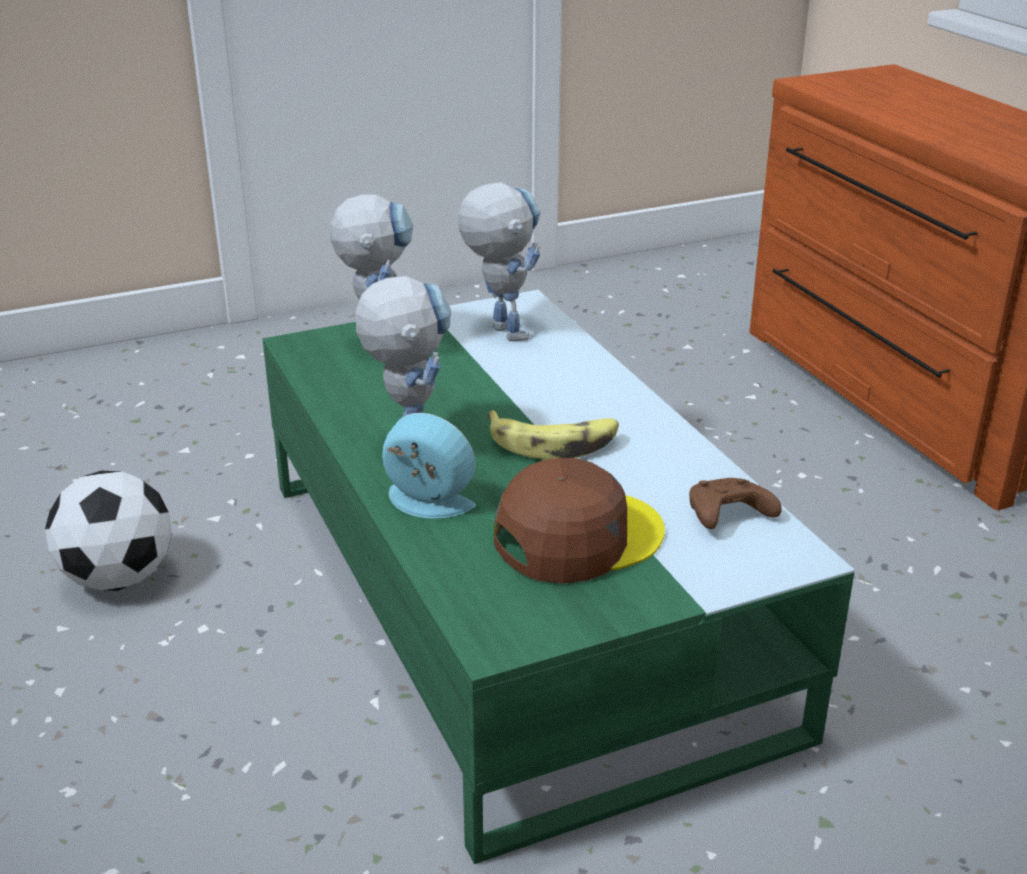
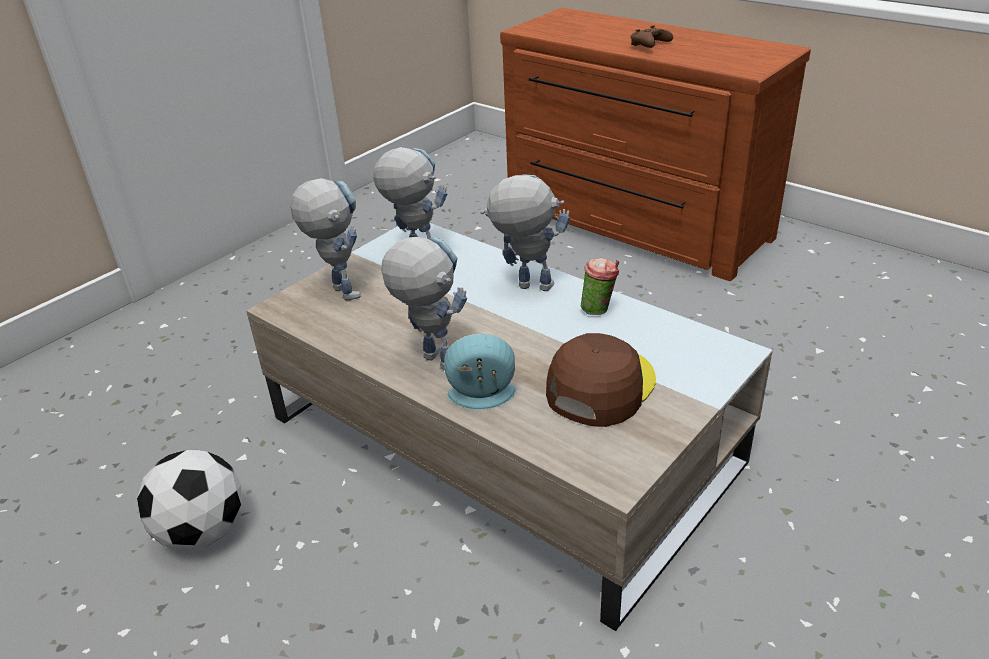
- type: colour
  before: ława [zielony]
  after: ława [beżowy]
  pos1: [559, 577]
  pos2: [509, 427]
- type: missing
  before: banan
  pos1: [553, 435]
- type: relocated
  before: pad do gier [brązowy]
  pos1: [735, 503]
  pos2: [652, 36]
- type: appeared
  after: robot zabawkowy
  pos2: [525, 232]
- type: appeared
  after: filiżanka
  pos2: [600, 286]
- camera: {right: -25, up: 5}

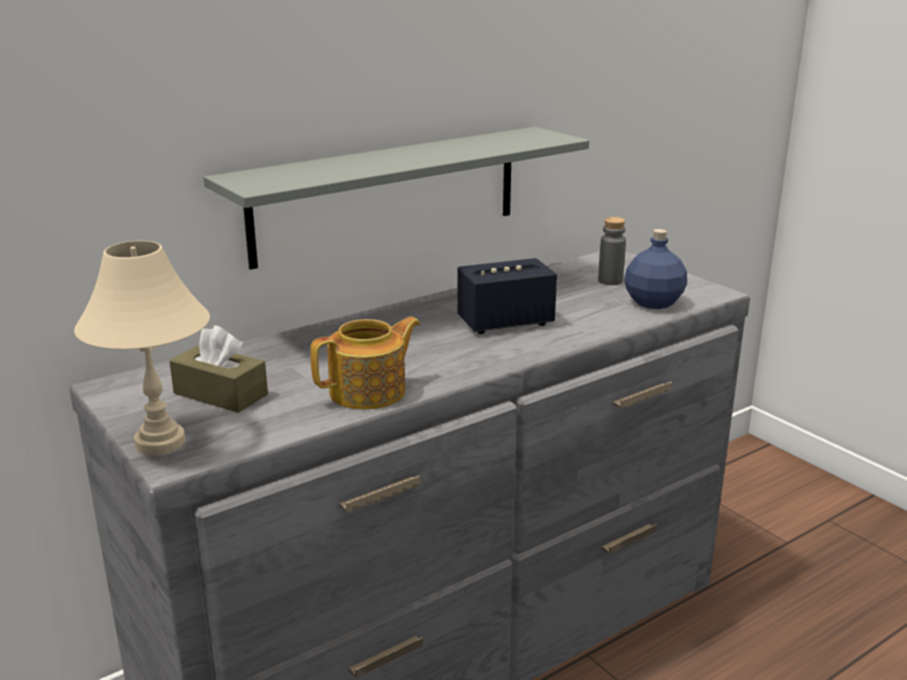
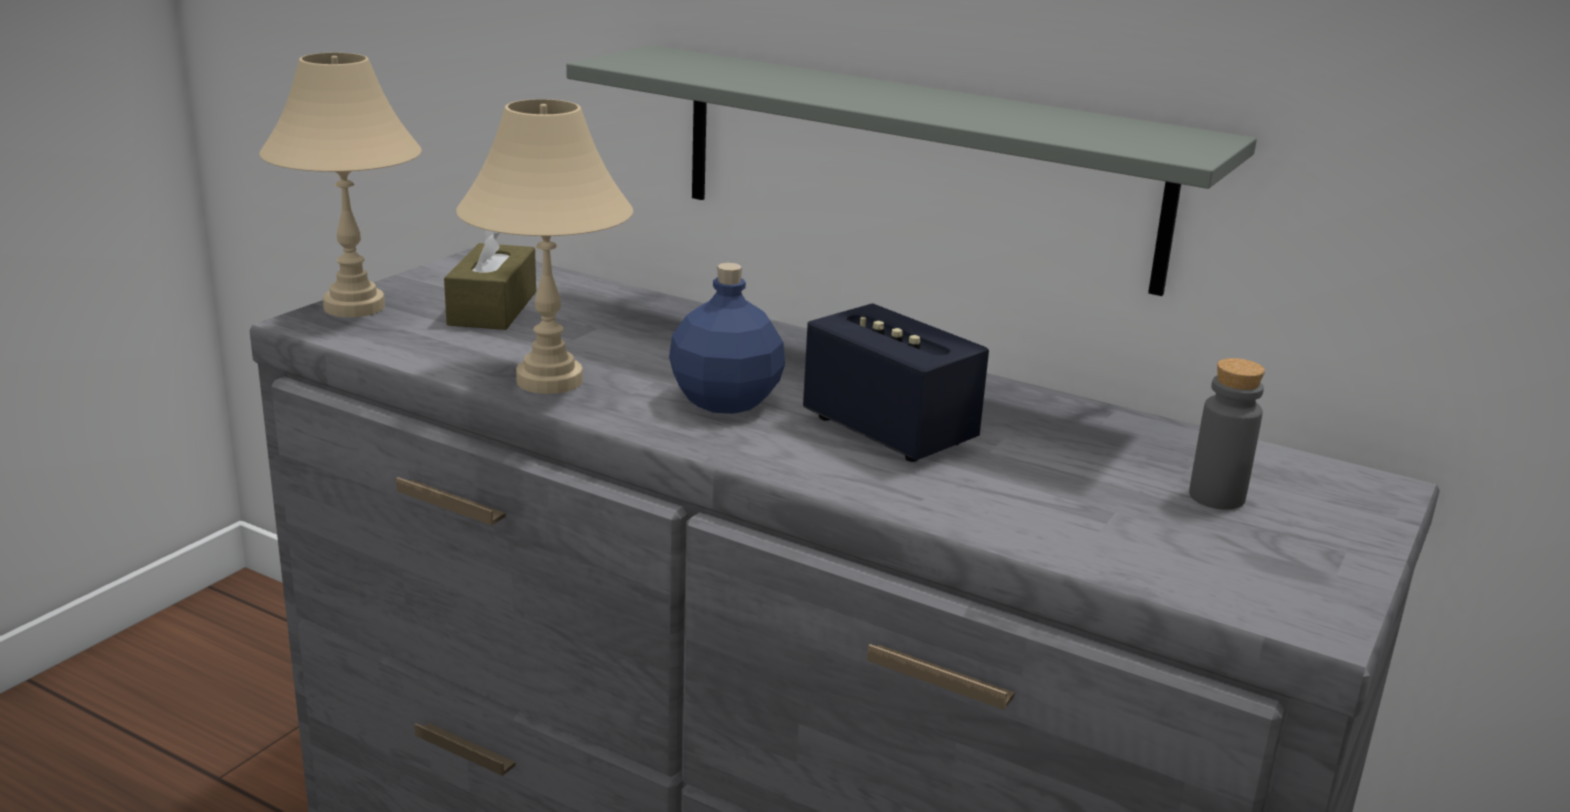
- type: relocated
  before: butelka [niebieski]
  pos1: [655, 269]
  pos2: [727, 338]
- type: exchanged
  before: imbryk
  after: lampa stołowa [beżowy]
  pos1: [365, 363]
  pos2: [544, 246]
- camera: {right: 65, up: 0}

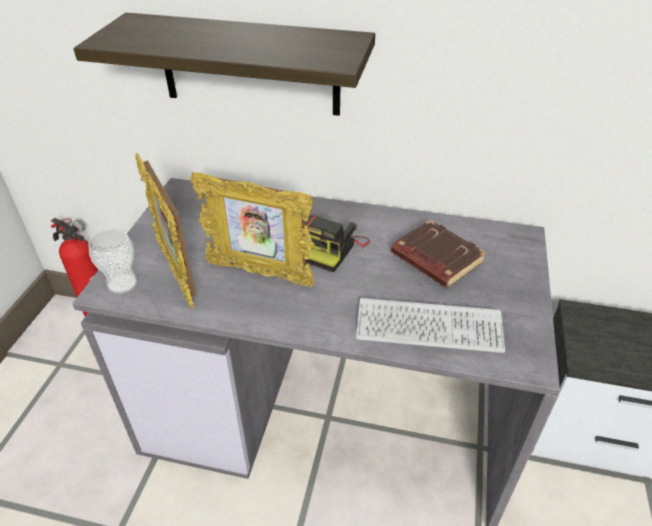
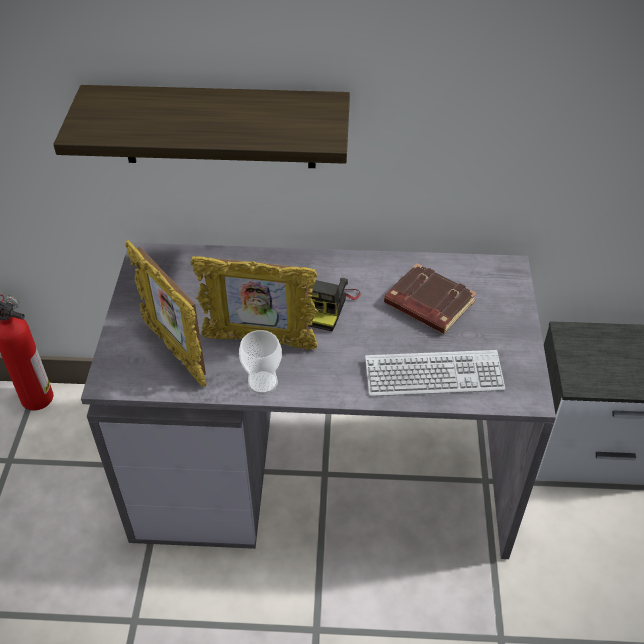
- type: relocated
  before: filiżanka
  pos1: [113, 261]
  pos2: [260, 362]
- camera: {right: -10, up: 5}

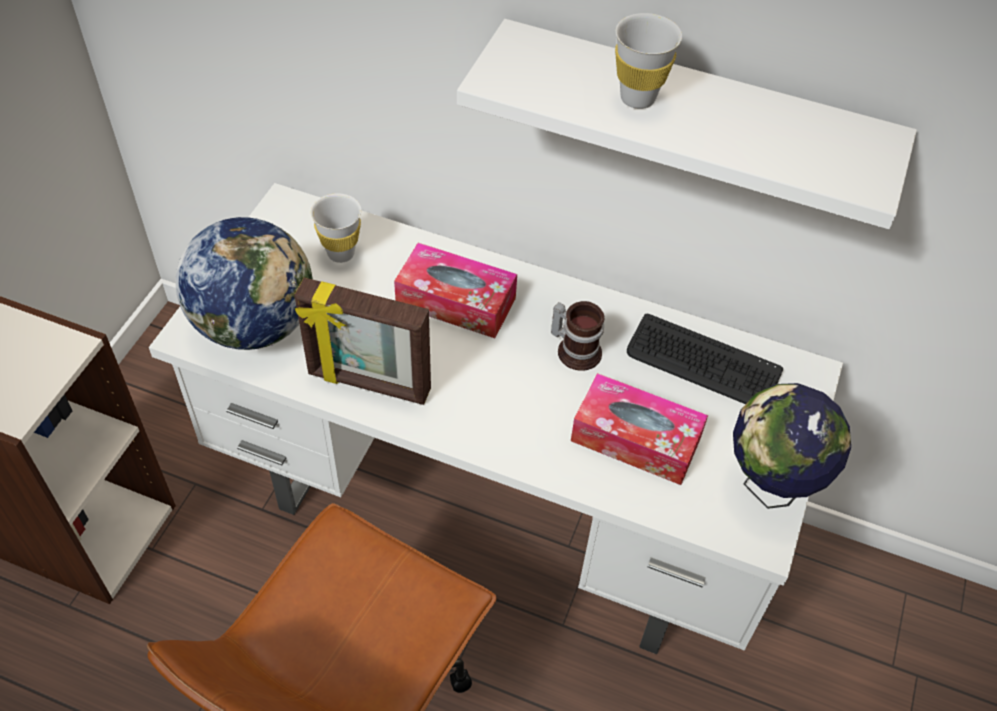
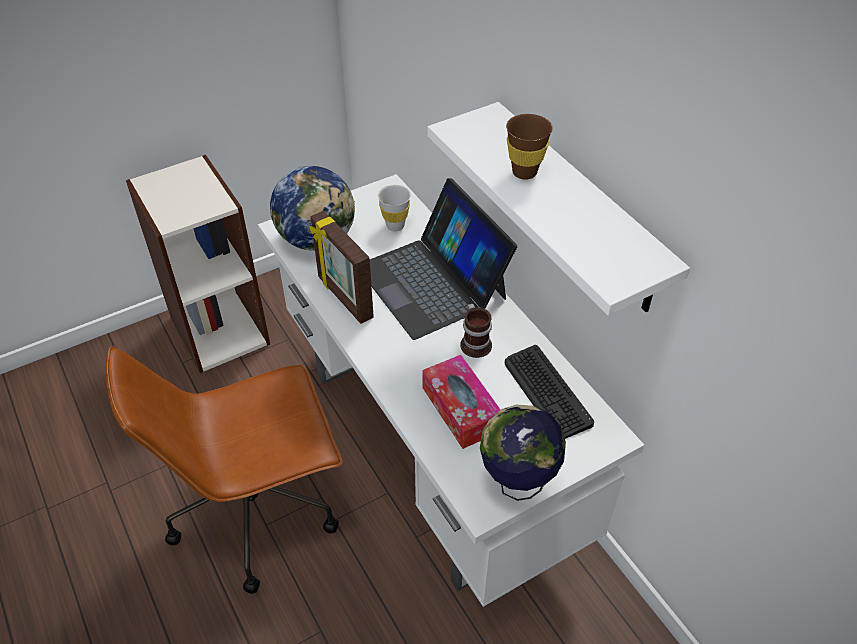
- type: colour
  before: filiżanka [biały]
  after: filiżanka [brązowy]
  pos1: [648, 61]
  pos2: [529, 147]
- type: exchanged
  before: pudełko chusteczek
  after: laptop
  pos1: [455, 290]
  pos2: [443, 259]
- camera: {right: 40, up: -5}

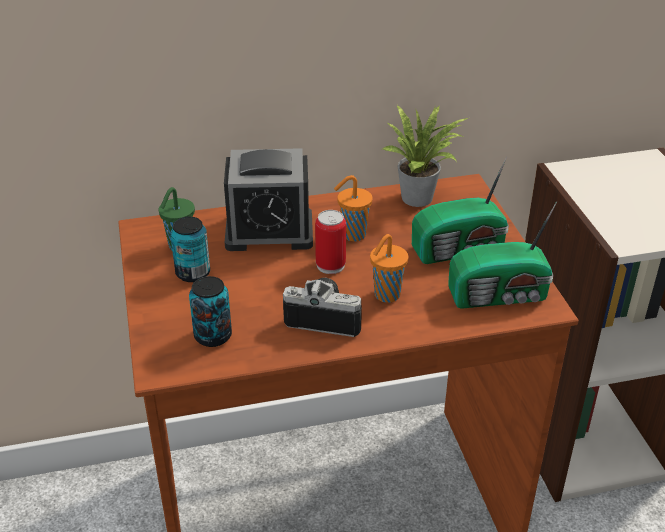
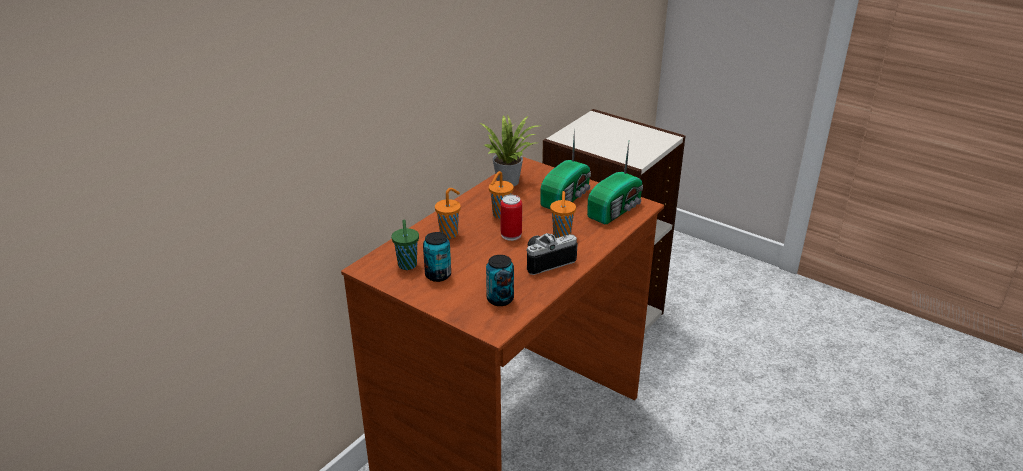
- type: exchanged
  before: budzik
  after: filiżanka [pomarańczowy]
  pos1: [268, 199]
  pos2: [448, 213]
- camera: {right: -40, up: -5}

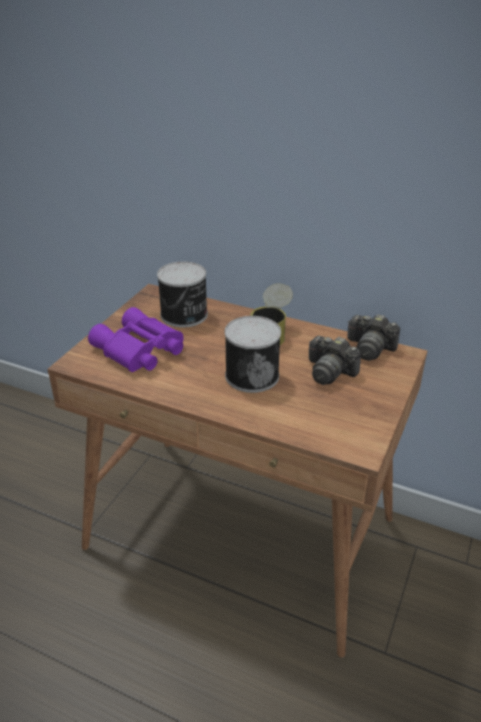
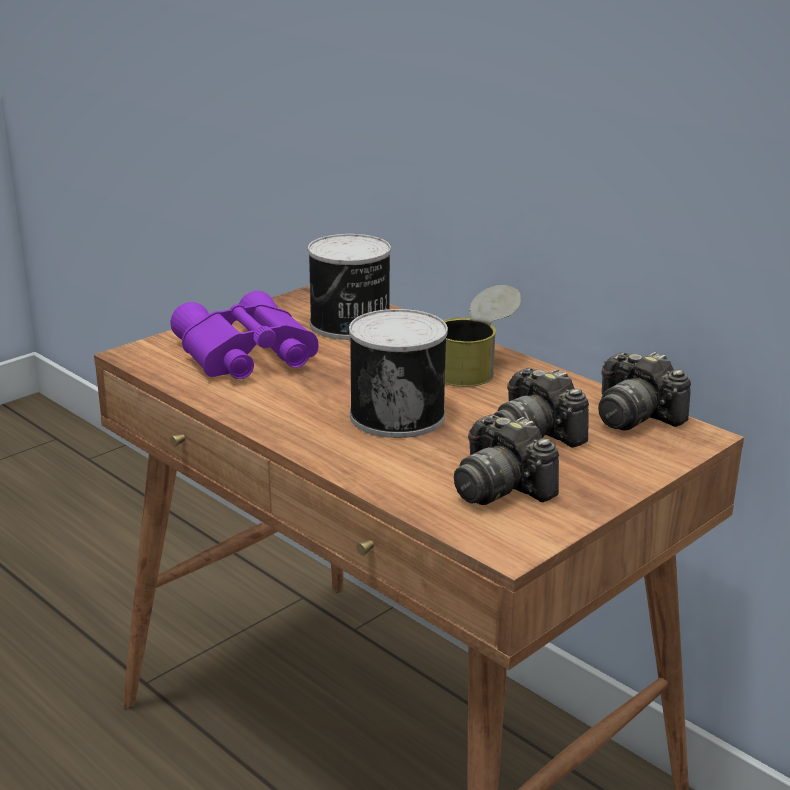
- type: appeared
  after: aparat fotograficzny
  pos2: [506, 459]
- camera: {right: 20, up: -10}

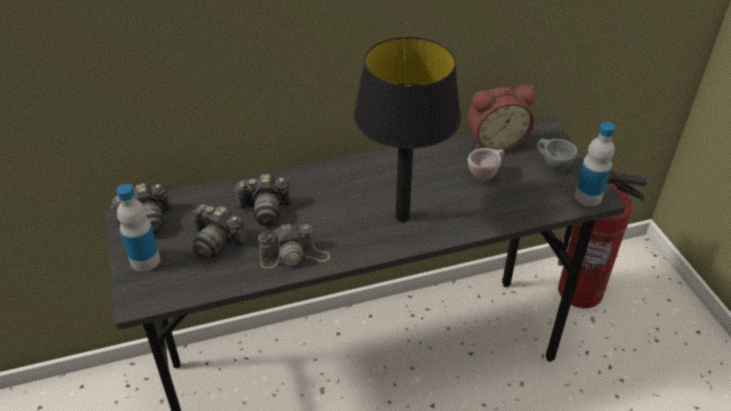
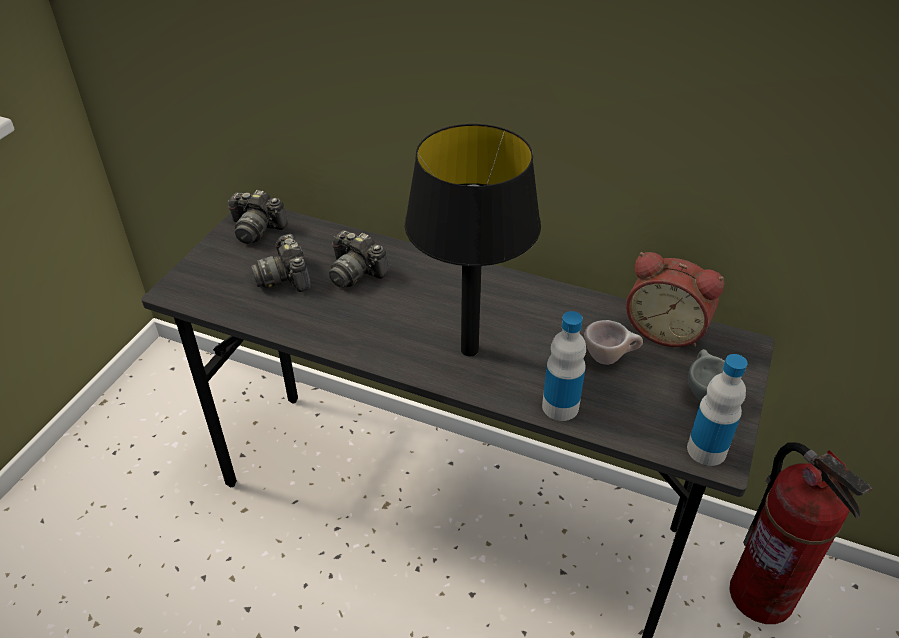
- type: relocated
  before: butelka
  pos1: [138, 228]
  pos2: [564, 366]
- type: missing
  before: aparat fotograficzny
  pos1: [294, 245]
- camera: {right: 40, up: 0}

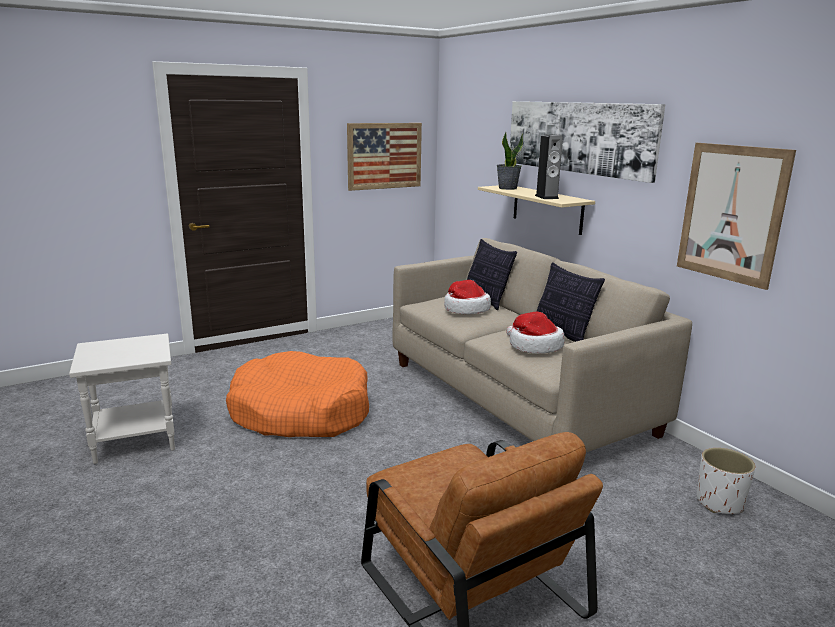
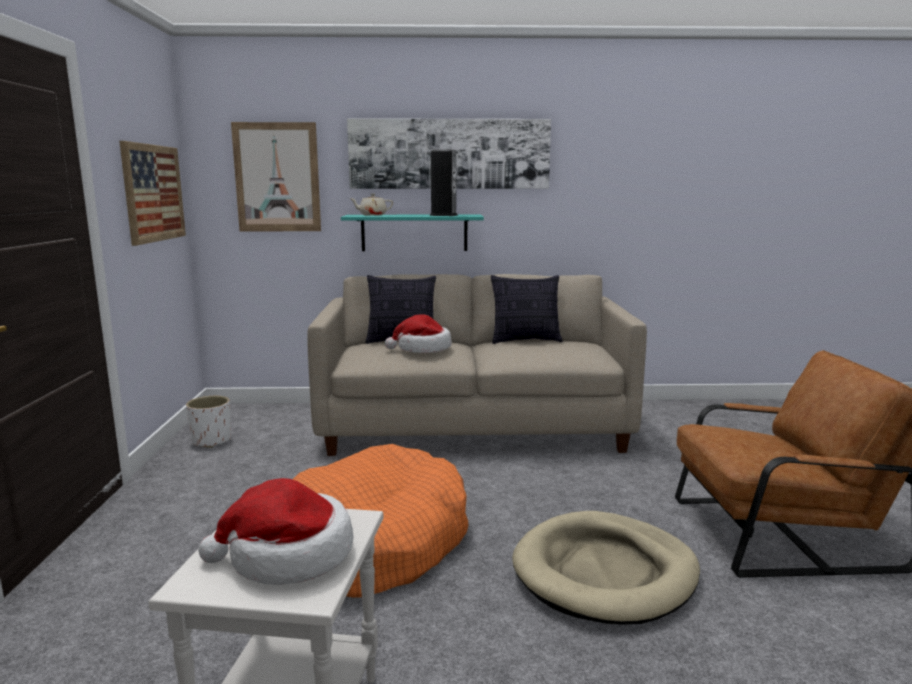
- type: exchanged
  before: roślina doniczkowa
  after: imbryk [beżowy]
  pos1: [510, 161]
  pos2: [371, 204]
- type: relocated
  before: obraz
  pos1: [736, 216]
  pos2: [276, 176]
- type: colour
  before: półka [beżowy]
  after: półka [turkusowy]
  pos1: [536, 210]
  pos2: [412, 233]
- type: relocated
  before: kapelusz
  pos1: [535, 333]
  pos2: [275, 531]
- type: relocated
  before: donica [biały]
  pos1: [726, 481]
  pos2: [208, 422]
- type: appeared
  after: legowisko [beżowy]
  pos2: [606, 568]
- camera: {right: -60, up: -5}

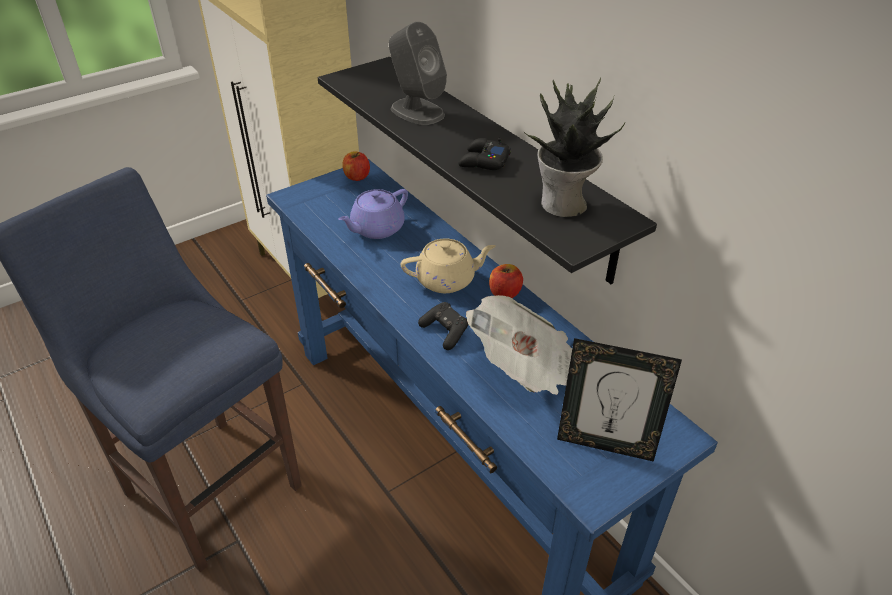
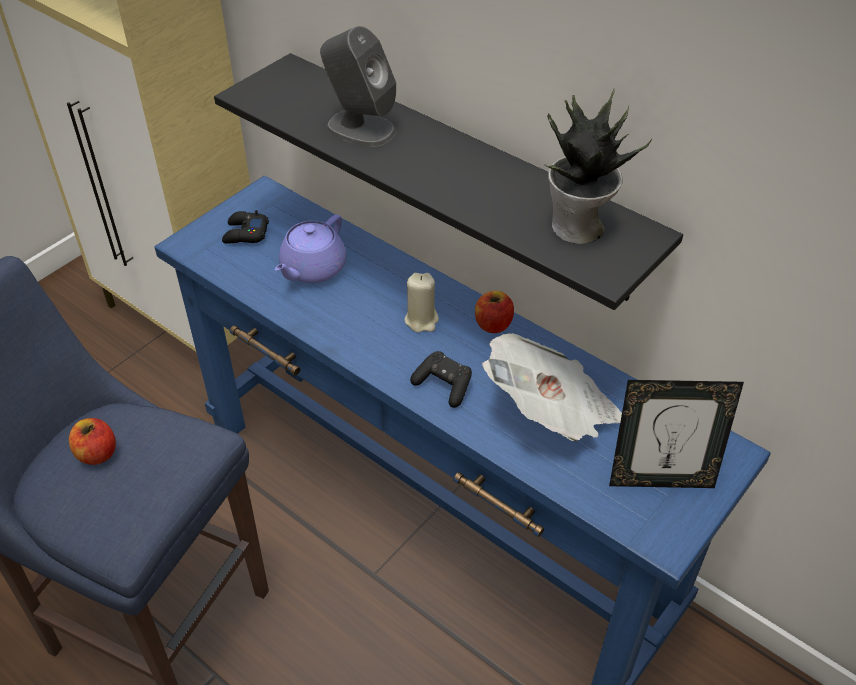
- type: relocated
  before: pad do gier [czarny]
  pos1: [484, 154]
  pos2: [245, 227]
- type: relocated
  before: jabłko
  pos1: [356, 166]
  pos2: [92, 441]
- type: exchanged
  before: imbryk [beżowy]
  after: świeca [beżowy]
  pos1: [448, 266]
  pos2: [421, 303]
- camera: {right: -15, up: 5}

